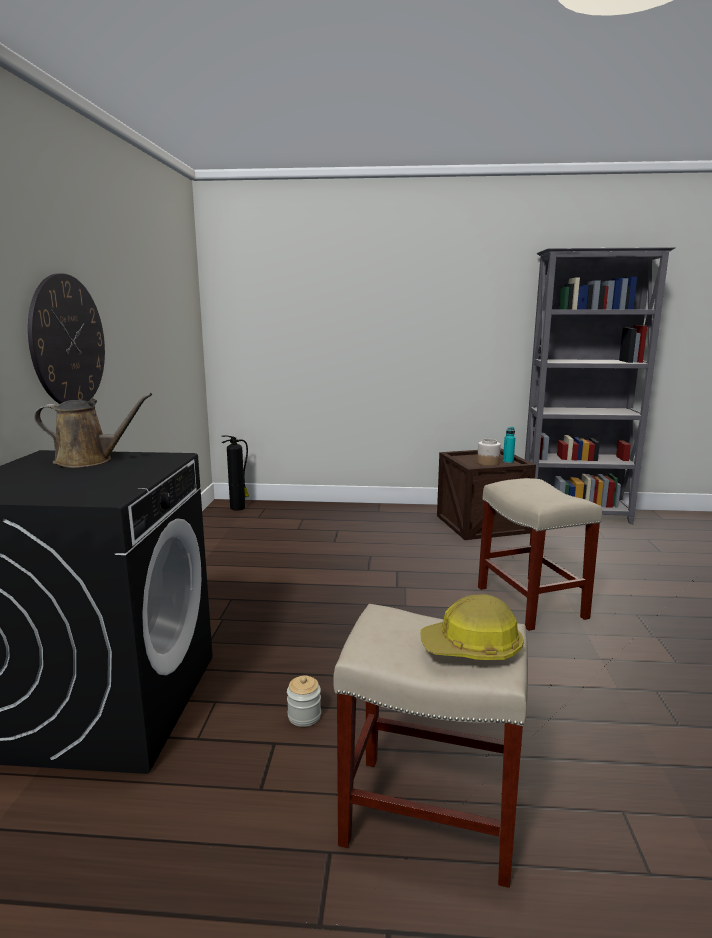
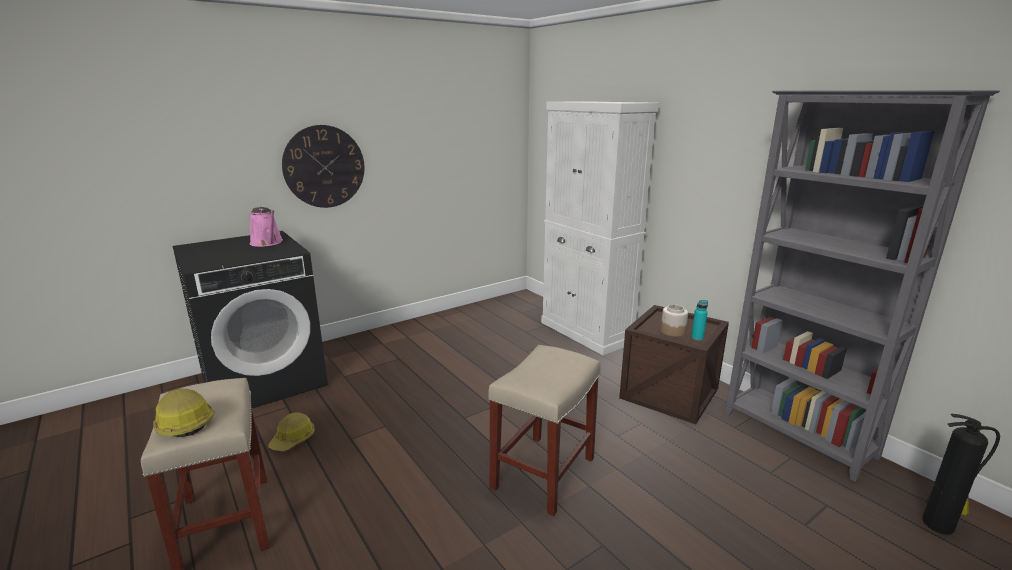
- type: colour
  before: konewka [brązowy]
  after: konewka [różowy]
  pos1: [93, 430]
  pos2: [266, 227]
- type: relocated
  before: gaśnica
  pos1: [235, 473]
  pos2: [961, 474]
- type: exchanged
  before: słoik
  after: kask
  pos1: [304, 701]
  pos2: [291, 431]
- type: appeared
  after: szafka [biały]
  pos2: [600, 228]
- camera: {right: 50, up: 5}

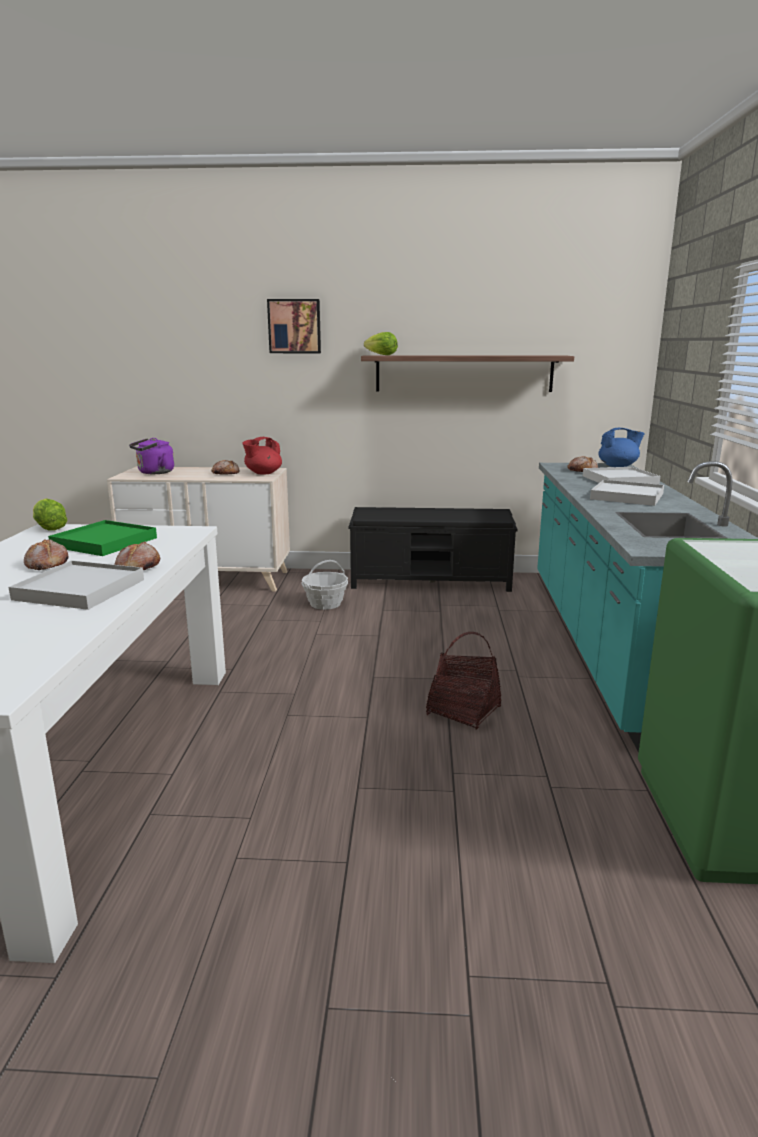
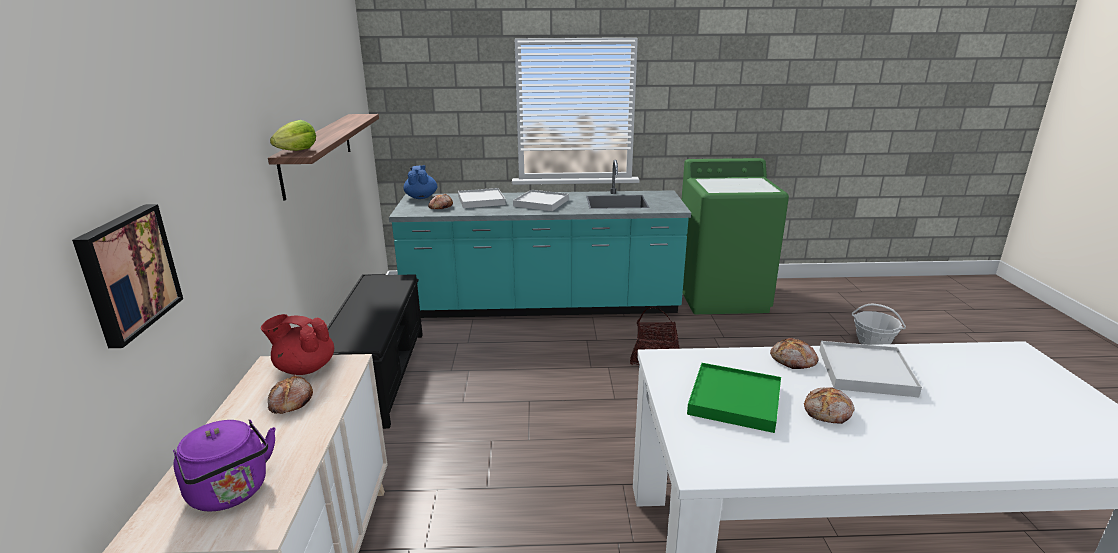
- type: relocated
  before: obraz
  pos1: [294, 326]
  pos2: [127, 276]
- type: spun
  before: imbryk [czerwony]
  pos1: [262, 456]
  pos2: [297, 344]
  turn: 150
- type: missing
  before: sałata
  pos1: [50, 514]
- type: relocated
  before: koszyk
  pos1: [324, 585]
  pos2: [879, 324]
- camera: {right: -95, up: 5}

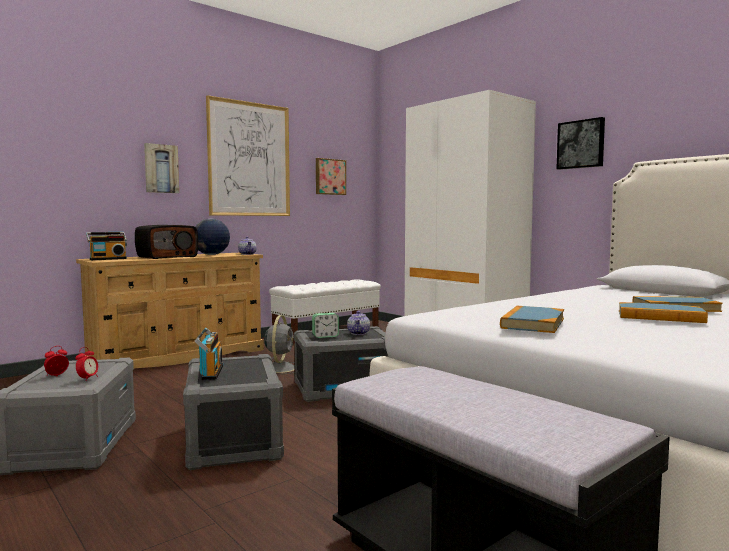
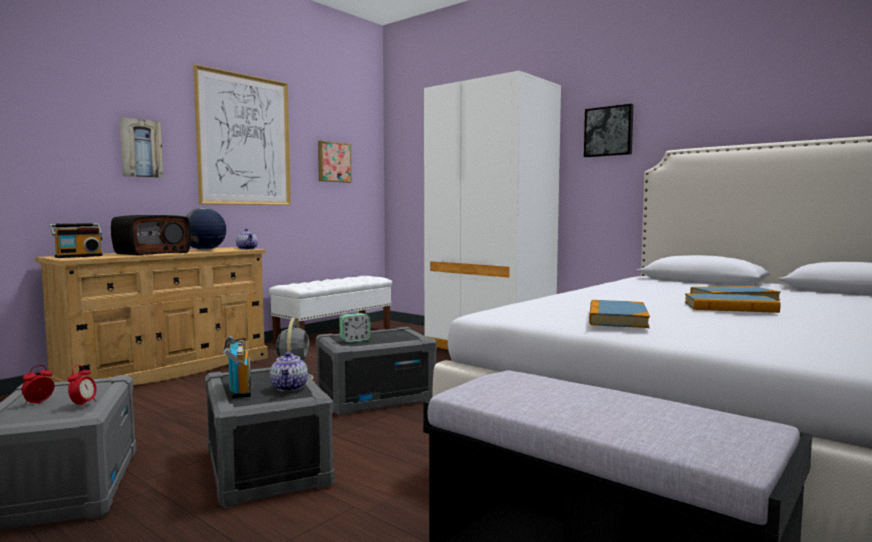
- type: relocated
  before: imbryk
  pos1: [358, 323]
  pos2: [289, 371]
- camera: {right: -10, up: 0}

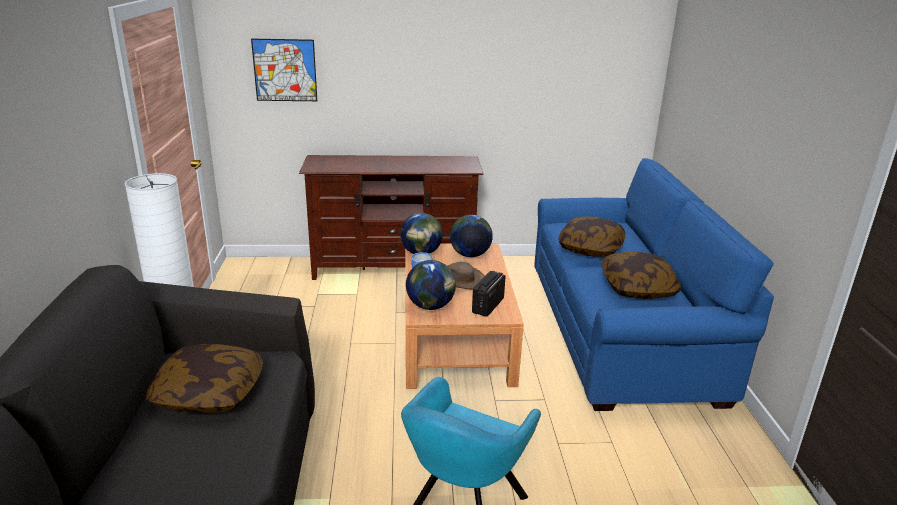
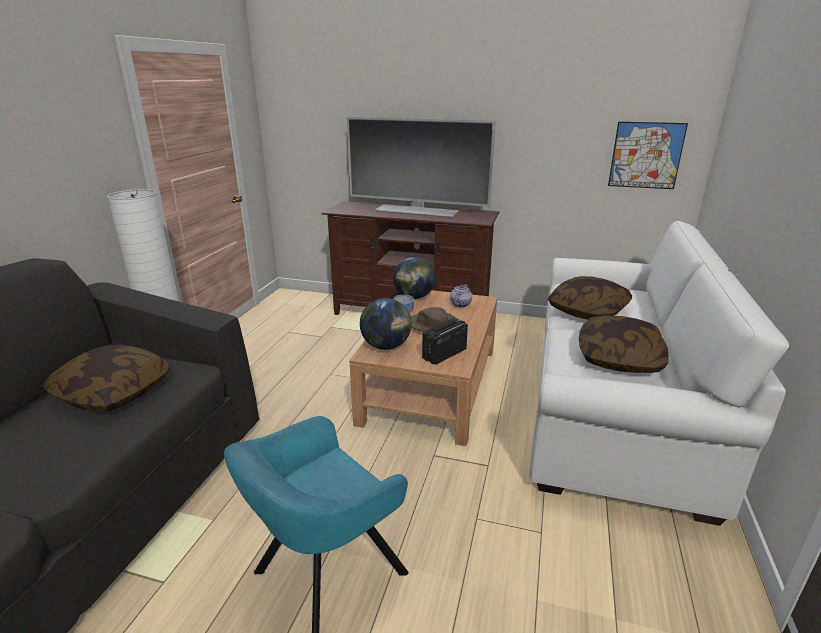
- type: relocated
  before: obraz
  pos1: [284, 70]
  pos2: [648, 155]
- type: colour
  before: kanapa [niebieski]
  after: kanapa [biały]
  pos1: [654, 284]
  pos2: [659, 373]
- type: exchanged
  before: globus
  after: imbryk
  pos1: [471, 236]
  pos2: [461, 295]
- type: appeared
  after: telewizor
  pos2: [421, 167]
- camera: {right: 20, up: 0}

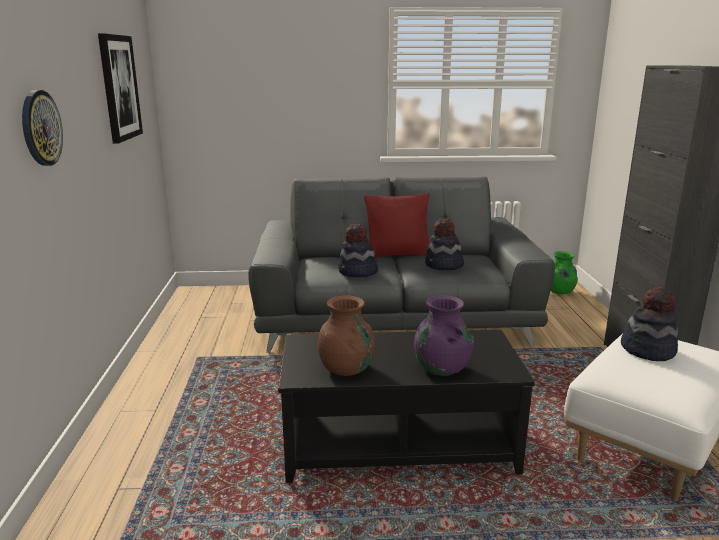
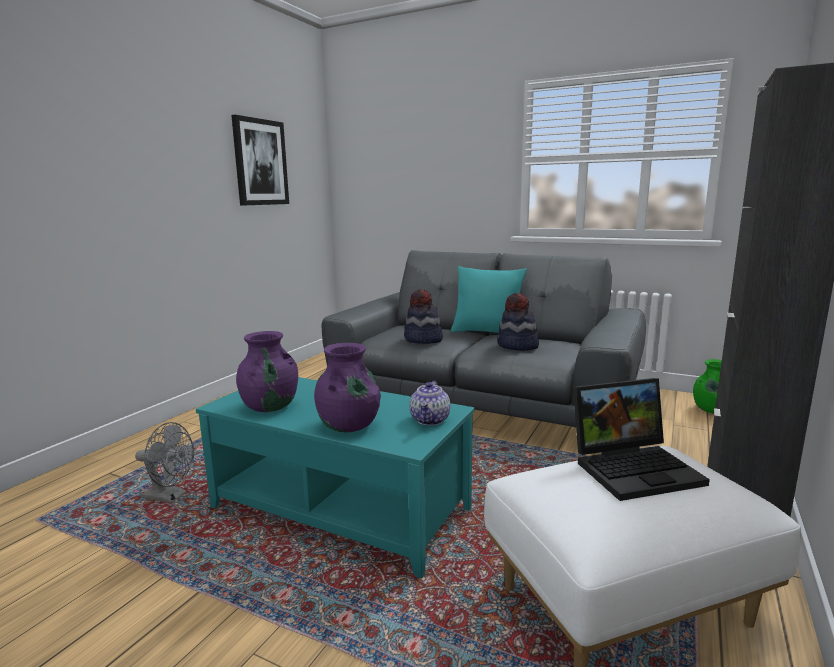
- type: missing
  before: zegar ścienny
  pos1: [42, 128]
- type: colour
  before: poduszka [czerwony]
  after: poduszka [turkusowy]
  pos1: [396, 225]
  pos2: [489, 299]
- type: exchanged
  before: kapelusz
  after: laptop
  pos1: [649, 324]
  pos2: [641, 439]
- type: colour
  before: wazon [brązowy]
  after: wazon [fioletowy]
  pos1: [346, 336]
  pos2: [267, 371]
- type: colour
  before: ława [czarny]
  after: ława [turkusowy]
  pos1: [406, 406]
  pos2: [335, 477]
- type: appeared
  after: imbryk
  pos2: [430, 403]
- type: appeared
  after: wentylator [szary]
  pos2: [164, 462]
- camera: {right: 30, up: -5}

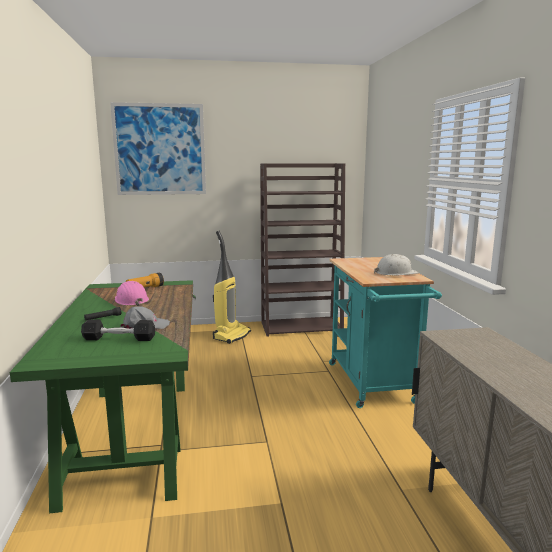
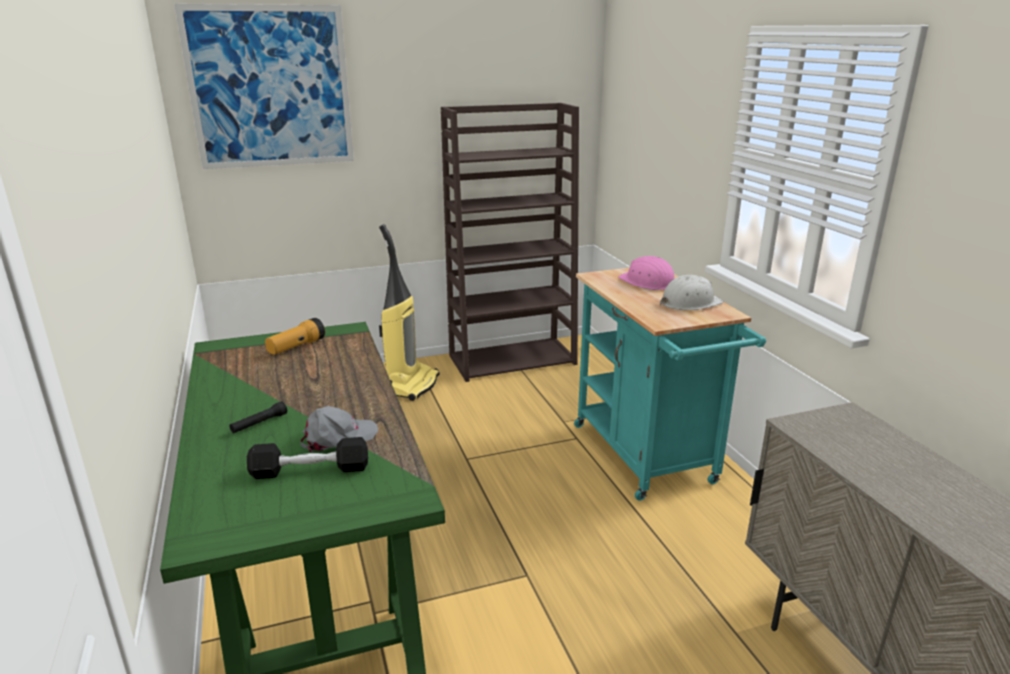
- type: relocated
  before: kask [różowy]
  pos1: [132, 293]
  pos2: [646, 273]
- camera: {right: -10, up: 10}

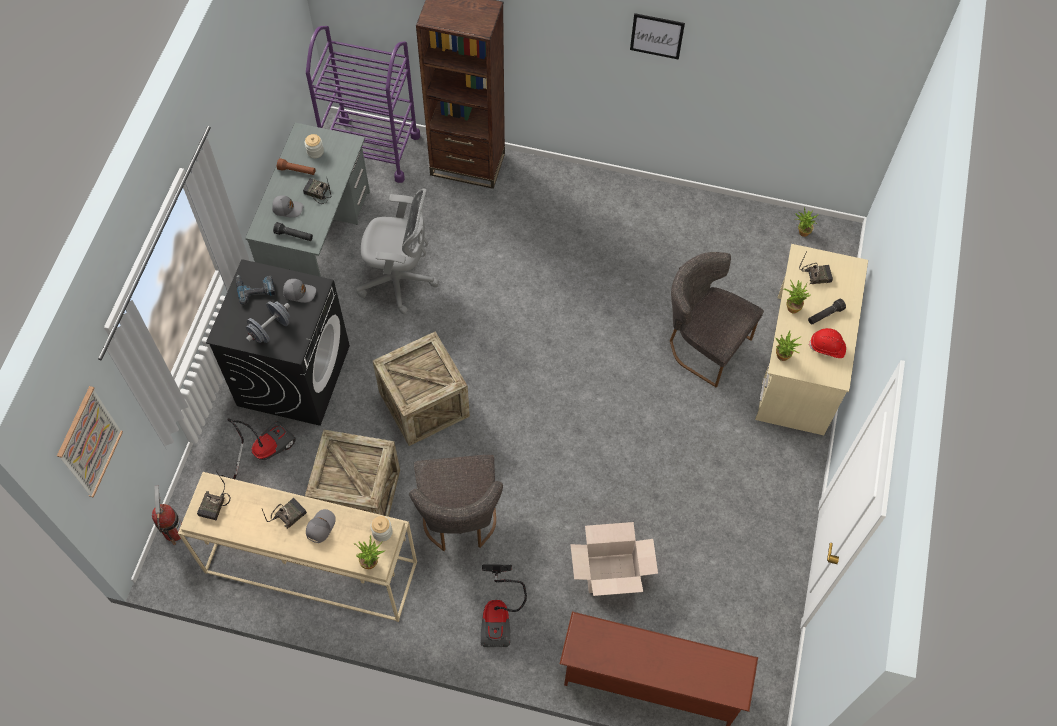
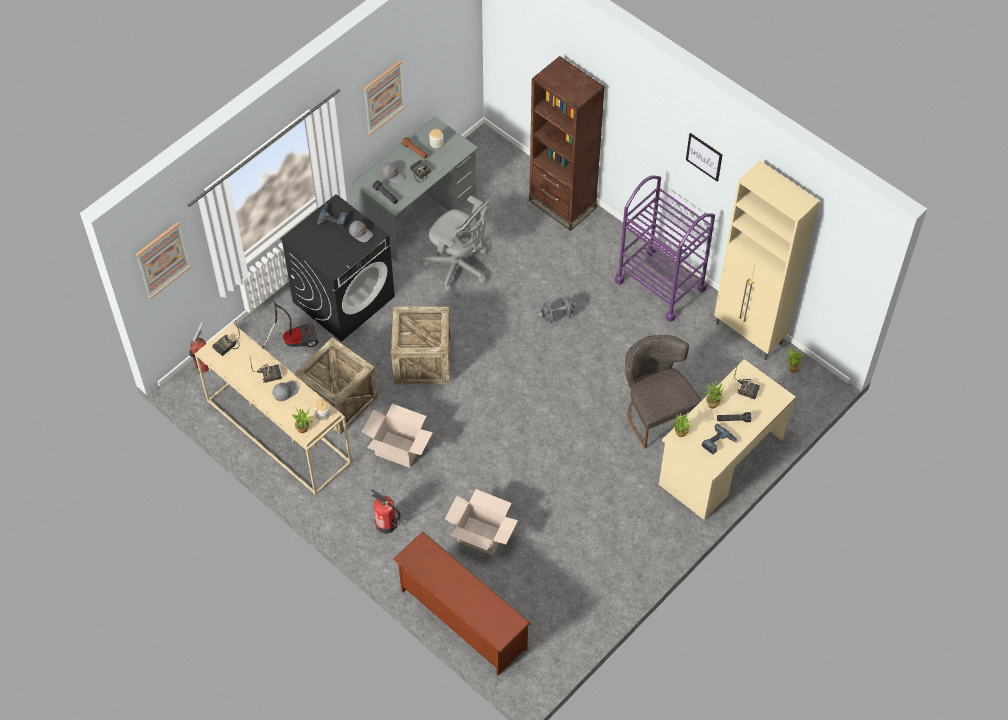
- type: relocated
  before: wózek [fioletowy]
  pos1: [363, 104]
  pos2: [665, 249]
- type: relocated
  before: hantel [szary]
  pos1: [268, 322]
  pos2: [557, 309]
- type: exchanged
  before: kask [czerwony]
  after: wiertarka
  pos1: [827, 343]
  pos2: [720, 439]
- type: exchanged
  before: krzesło [szary]
  after: karton
  pos1: [456, 503]
  pos2: [397, 436]
- type: exchanged
  before: odkurzacz
  after: gaśnica
  pos1: [504, 606]
  pos2: [385, 511]
- type: appeared
  after: obraz
  pos2: [384, 97]
- type: appeared
  after: szafka [beżowy]
  pos2: [767, 260]
- camera: {right: 30, up: -5}

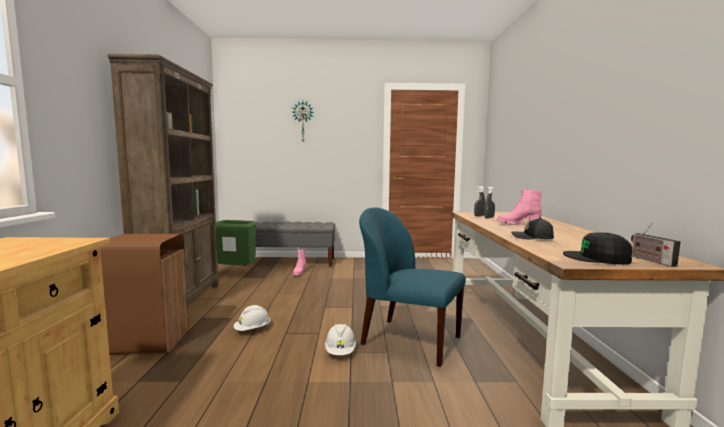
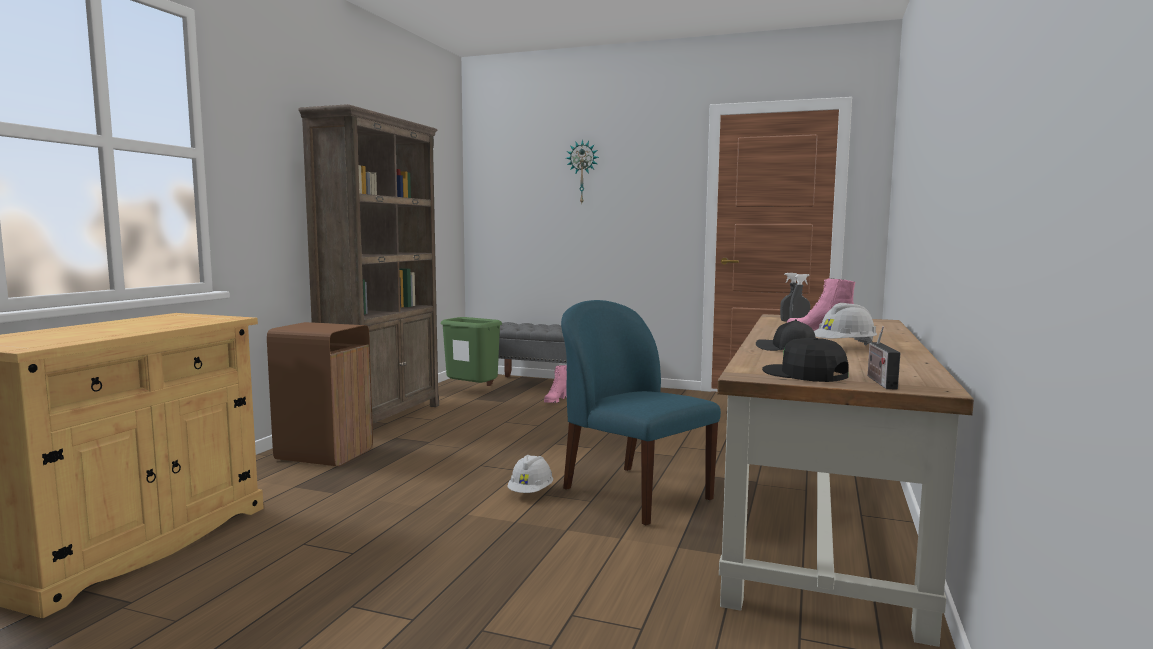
- type: relocated
  before: kask [biały]
  pos1: [251, 318]
  pos2: [845, 324]
- camera: {right: 20, up: 0}

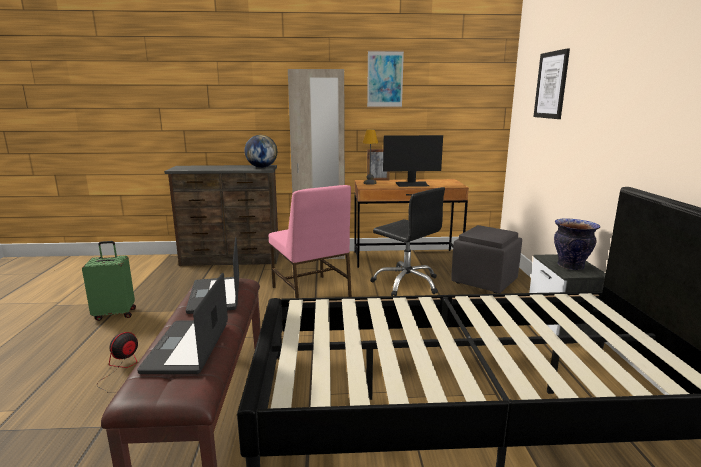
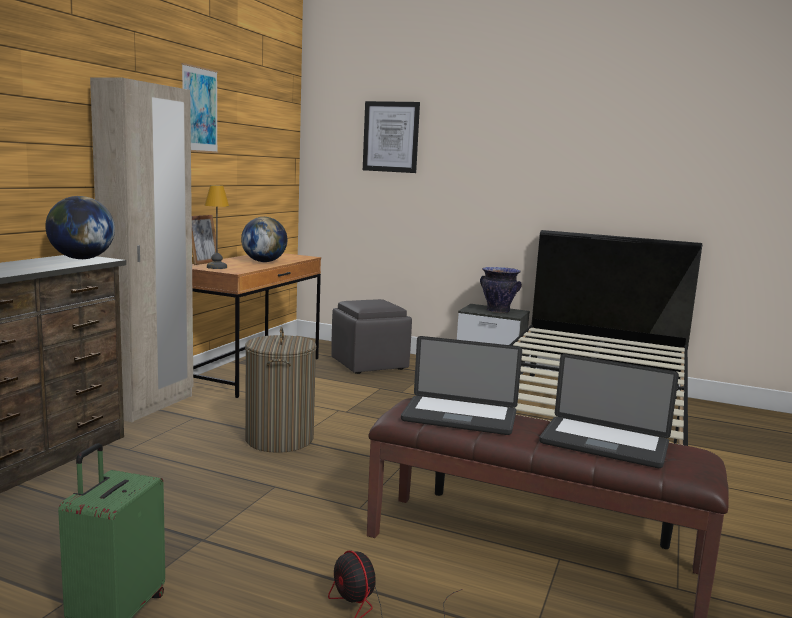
- type: exchanged
  before: monitor
  after: globus
  pos1: [413, 161]
  pos2: [264, 239]
- type: exchanged
  before: krzesło [różowy]
  after: kosz na pranie
  pos1: [310, 241]
  pos2: [281, 390]
- type: missing
  before: krzesło biurowe [czarny]
  pos1: [407, 241]
- camera: {right: -65, up: -5}

